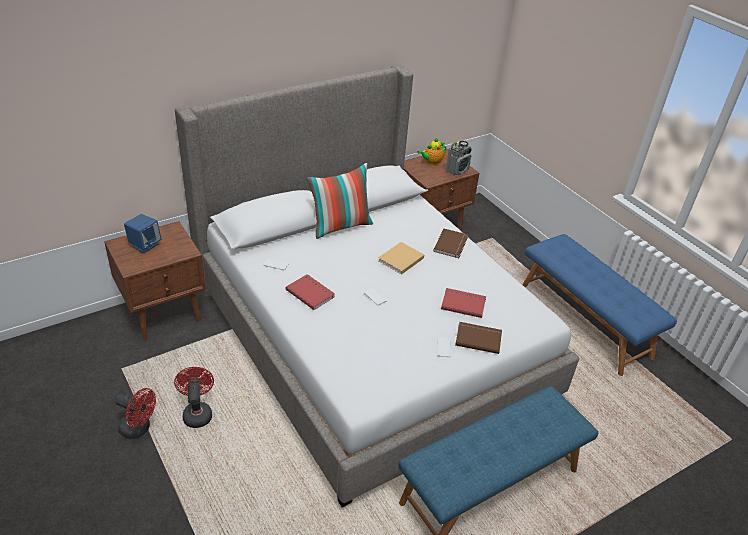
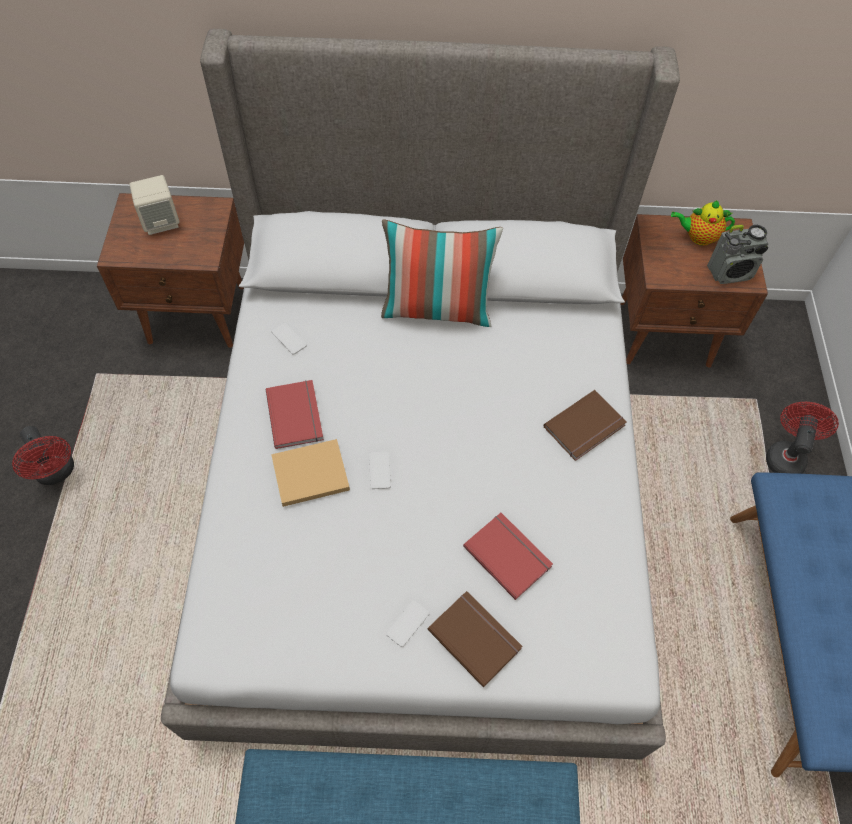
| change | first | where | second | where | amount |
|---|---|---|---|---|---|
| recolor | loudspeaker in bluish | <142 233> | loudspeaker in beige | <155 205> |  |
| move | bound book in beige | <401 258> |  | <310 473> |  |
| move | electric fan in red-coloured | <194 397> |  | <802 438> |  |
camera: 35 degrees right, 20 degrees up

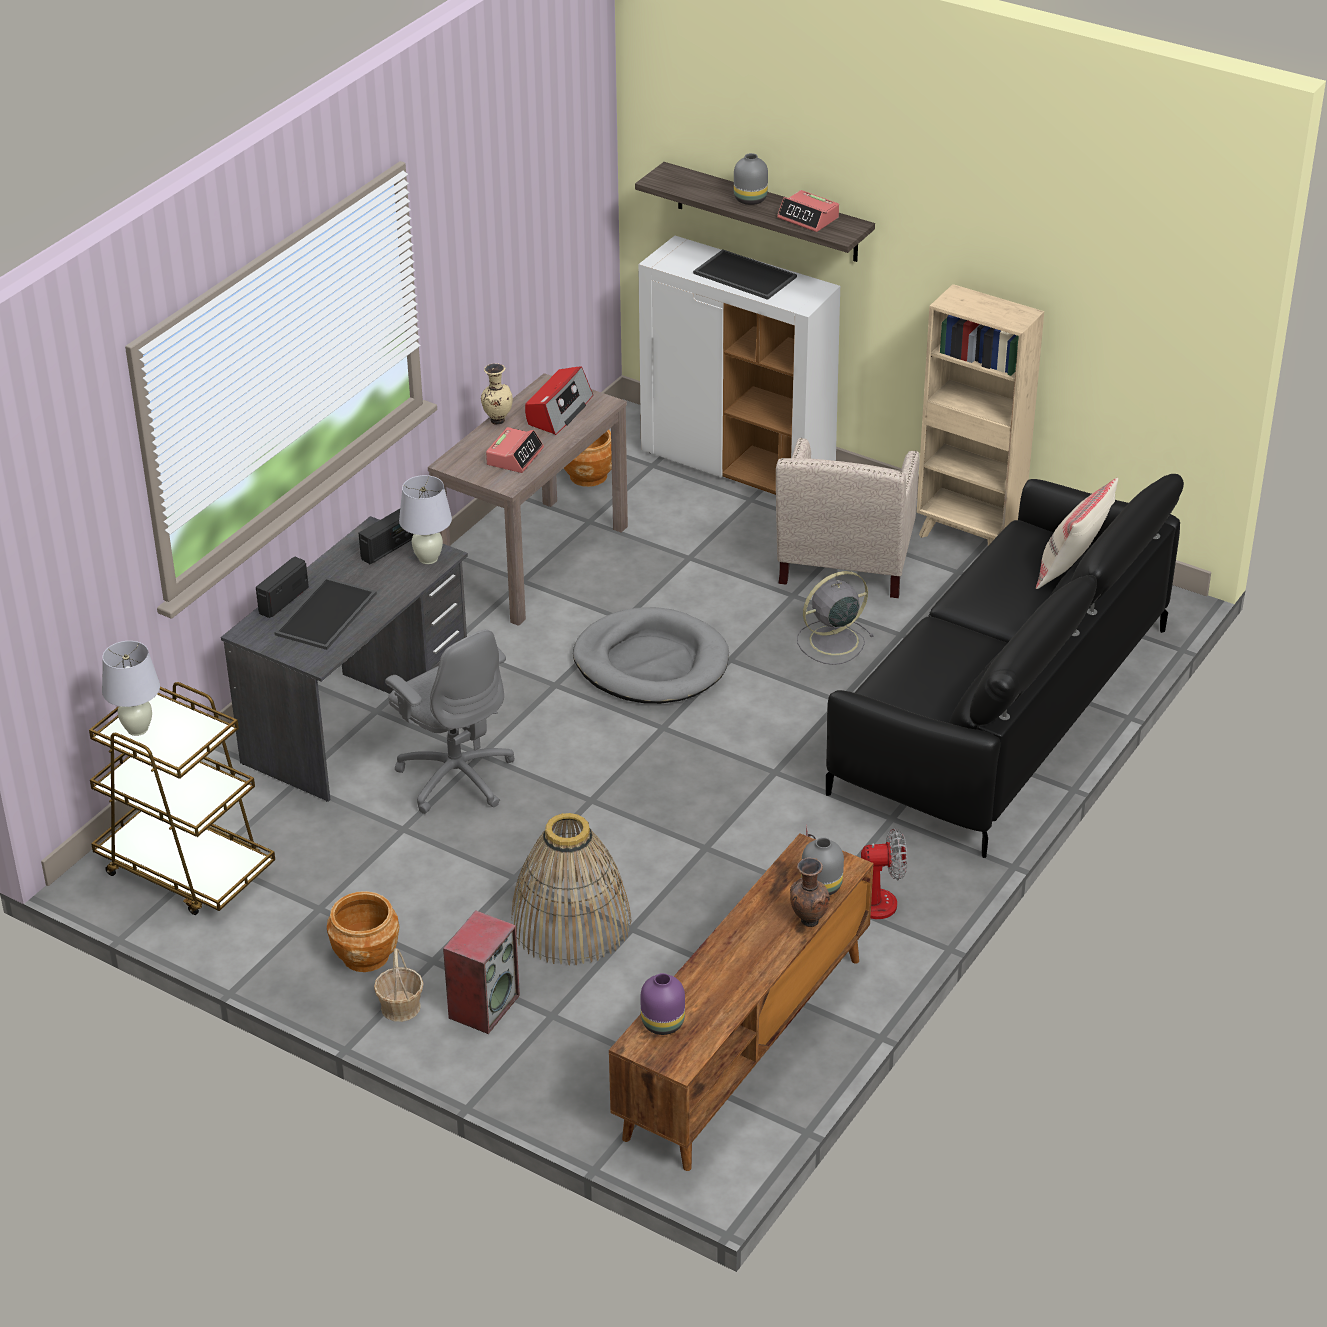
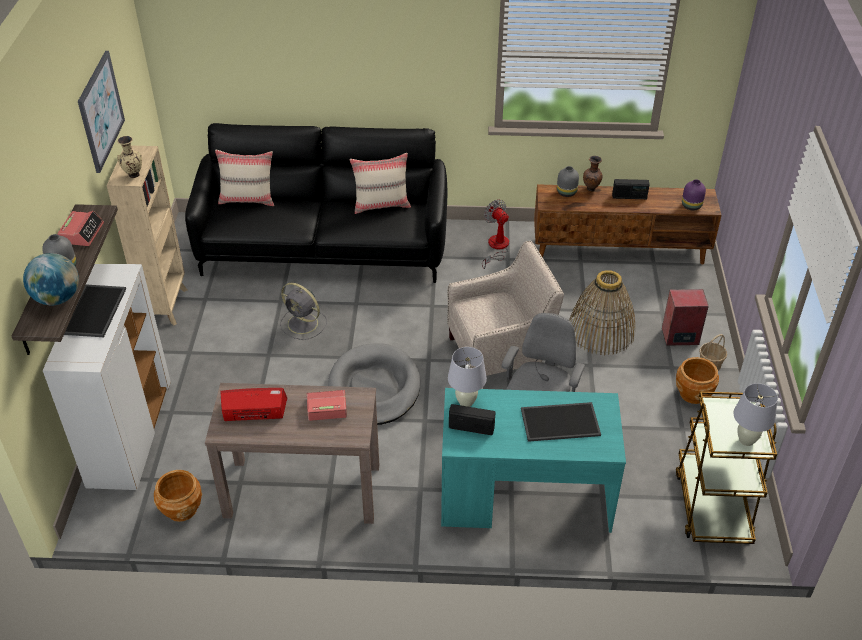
| change | first | where | second | where | amount |
|---|---|---|---|---|---|
| insert |  |  | globe | <51 279> |  |
| insert |  |  | picture | <101 112> |  |
| move | flower vase in beige | <497 394> |  | <129 157> |  |
| insert |  |  | pillow in beige | <380 183> |  |
| recolor | desk in gray | <344 659> | desk in turquoise-coloured | <533 460> |  |
| move | easy chair in beige | <848 518> |  | <505 308> |  |
| move | radio receiver | <282 587> |  | <631 189> |  |
camera: 120 degrees left, 5 degrees up

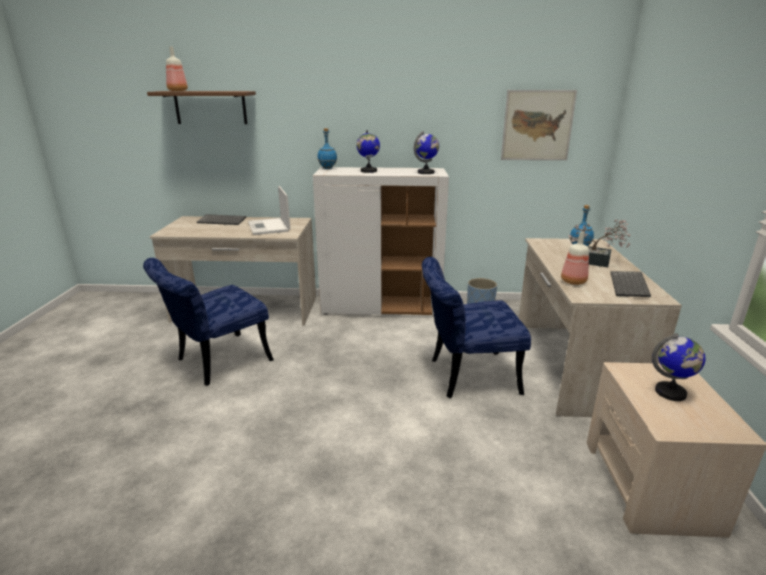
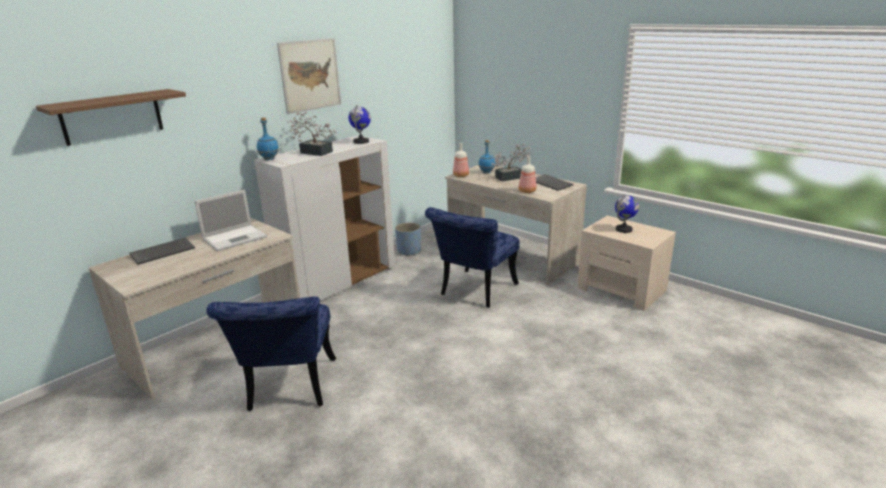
| change | first | where | second | where | amount |
|---|---|---|---|---|---|
| rotate | portable computer | <269 210> |  | <230 220> | 60 degrees counterclockwise |
| move | picture | <539 125> |  | <309 76> |  |
| replace | globe | <368 151> | plant in a pot | <312 134> |  |
| move | bottle | <177 69> |  | <461 160> |  |
camera: 50 degrees left, 0 degrees up

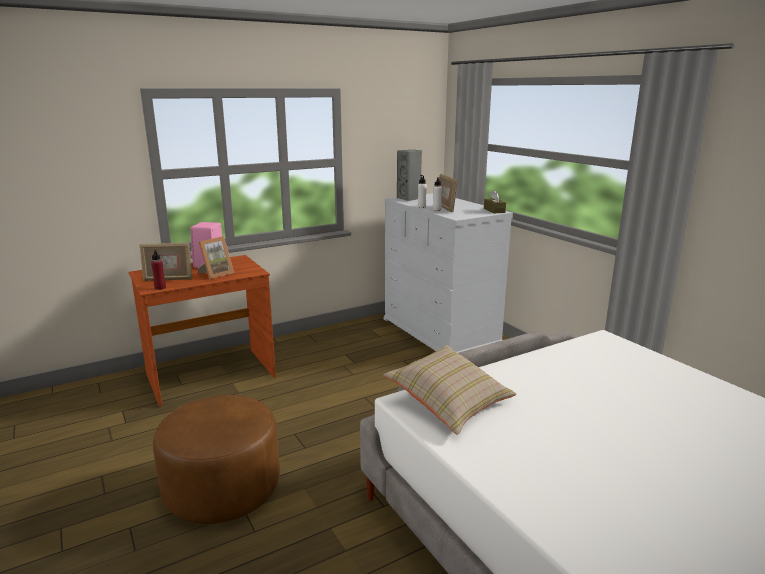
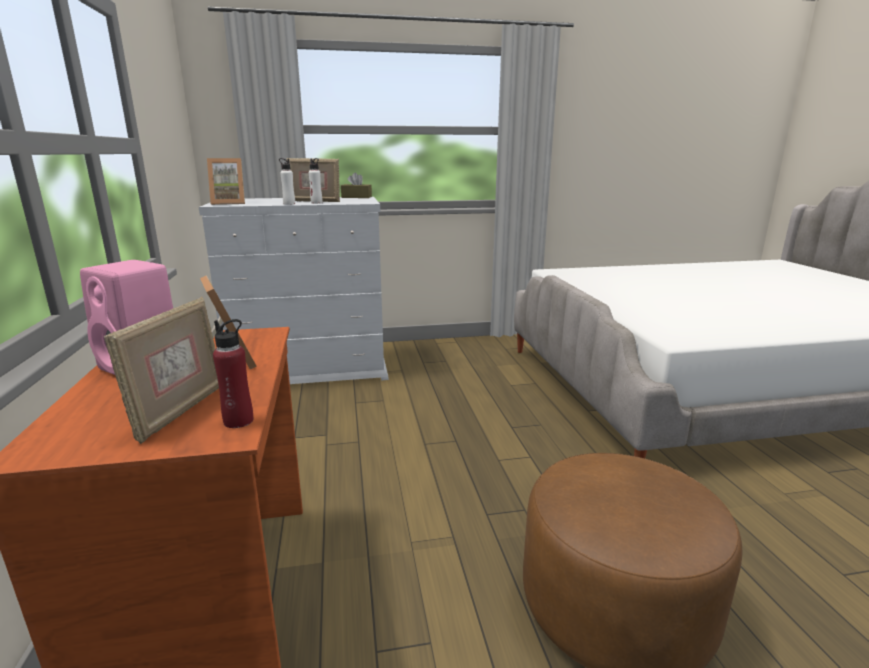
| change | first | where | second | where | amount |
|---|---|---|---|---|---|
| replace | loudspeaker in gray | <409 175> | standing frame | <226 181> |  |
| delete | pillow in beige | <450 390> |  |  |  |
camera: 70 degrees left, 0 degrees up

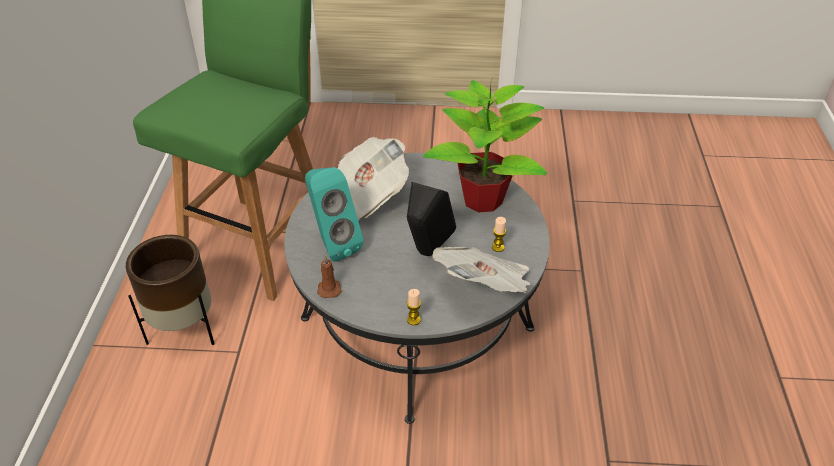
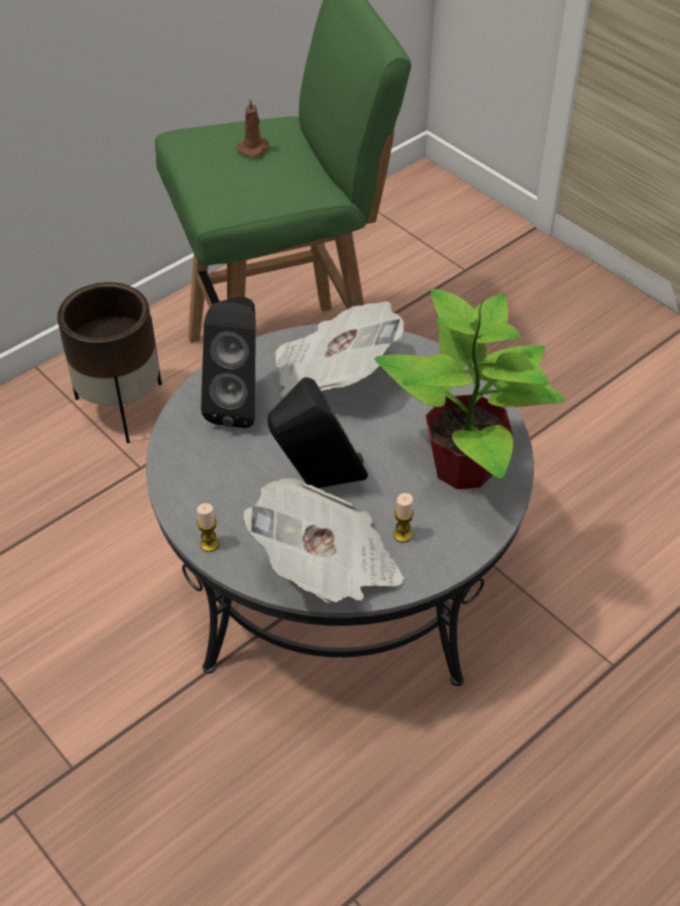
| change | first | where | second | where | amount |
|---|---|---|---|---|---|
| recolor | loudspeaker in turquoise-coloured | <334 214> | loudspeaker in black | <228 362> |  |
| move | wax light in brown | <329 277> |  | <253 127> |  |
camera: 45 degrees right, 5 degrees up

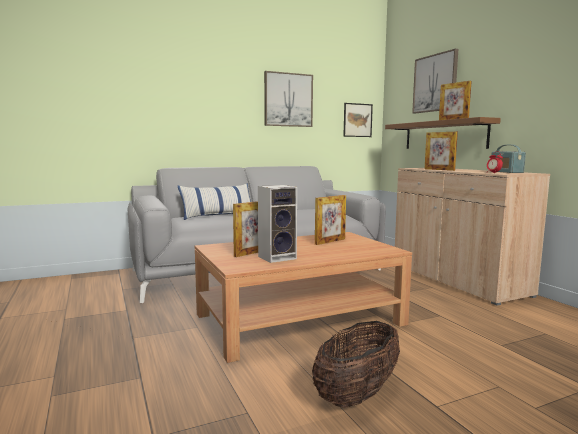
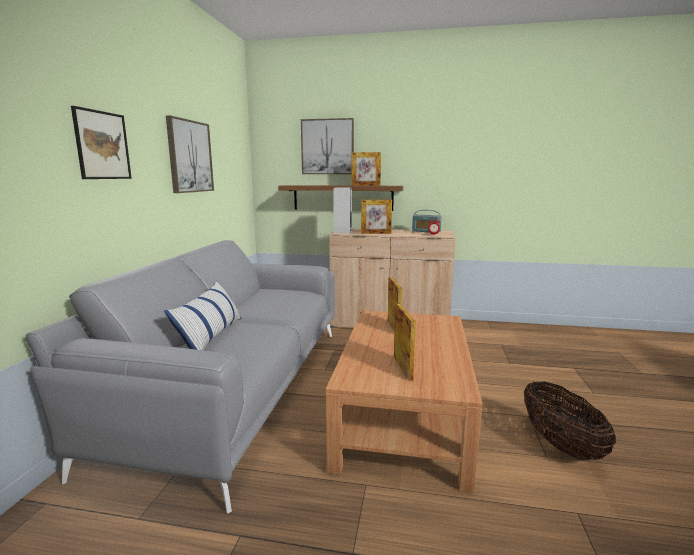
| change | first | where | second | where | amount |
|---|---|---|---|---|---|
| move | picture | <358 120> |  | <101 142> |  |
| move | loudspeaker | <277 224> |  | <342 210> |  |
camera: 55 degrees left, 5 degrees up

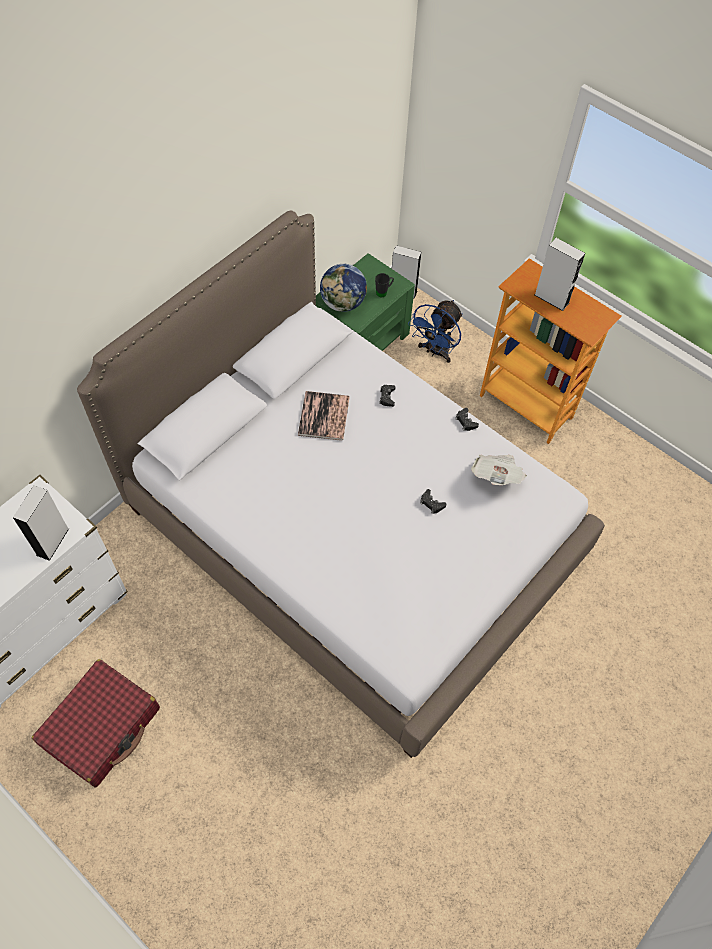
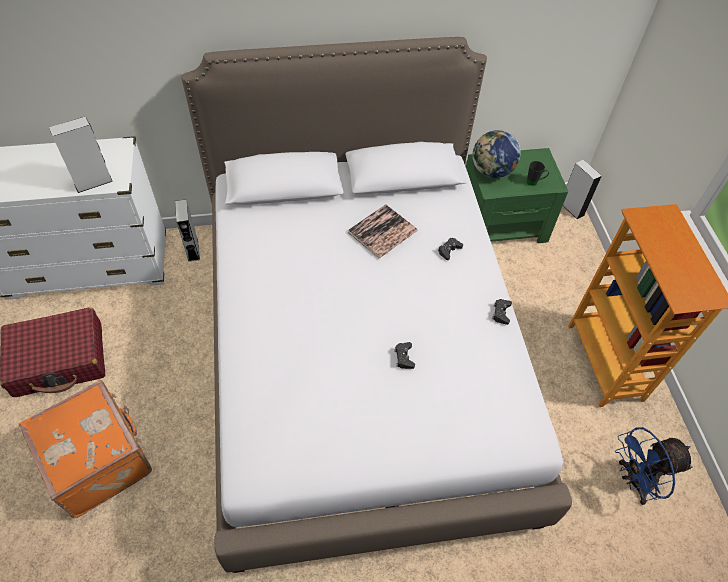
| change | first | where | second | where | amount |
|---|---|---|---|---|---|
| insert |  |  | travel case in orange-coloured | <85 449> |  |
| move | loudspeaker in gray | <559 274> |  | <187 230> |  |
| move | electric fan in bluish | <435 331> |  | <653 466> |  |
| delete | daily paper | <499 470> |  |  |  |
camera: 40 degrees right, 5 degrees down

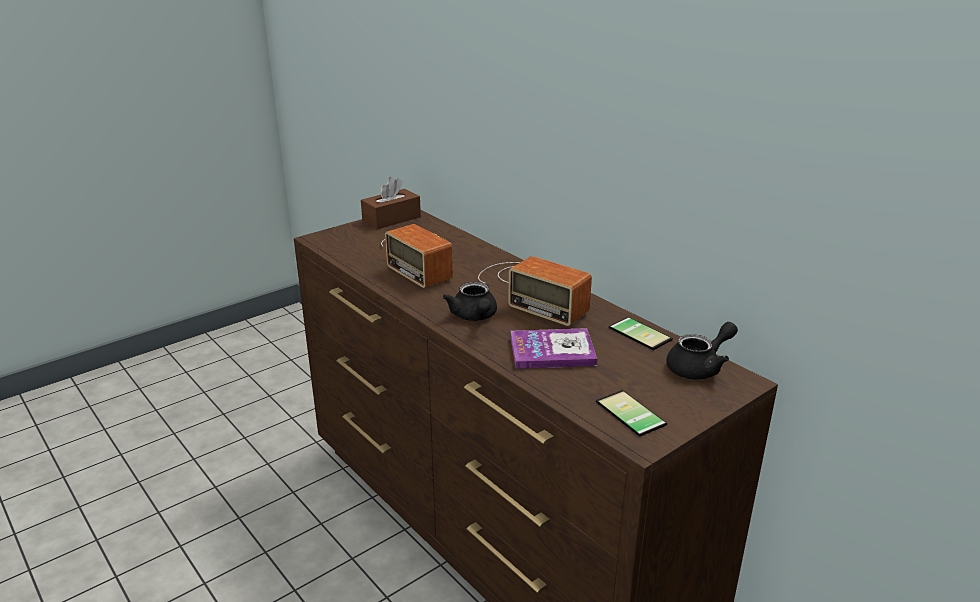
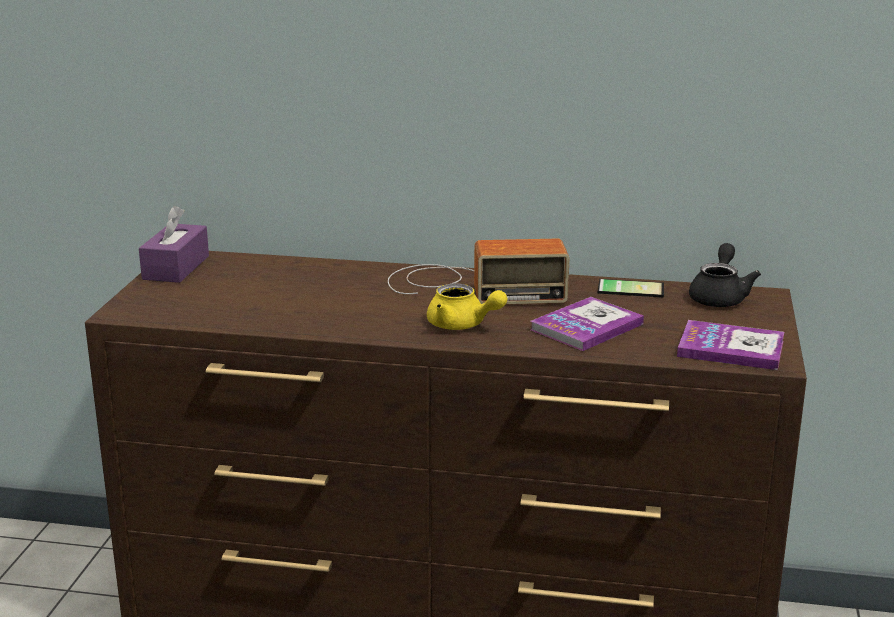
| change | first | where | second | where | amount |
|---|---|---|---|---|---|
| recolor | box of tissues in brown | <391 203> | box of tissues in purple-coloured | <174 244> |  |
| recolor | pot for tea in black | <470 301> | pot for tea in yellow-coloured | <467 306> |  |
| replace | handset | <631 413> | bound book | <730 345> |  |
| delete | radio receiver | <417 256> |  |  |  |
camera: 40 degrees left, 5 degrees down

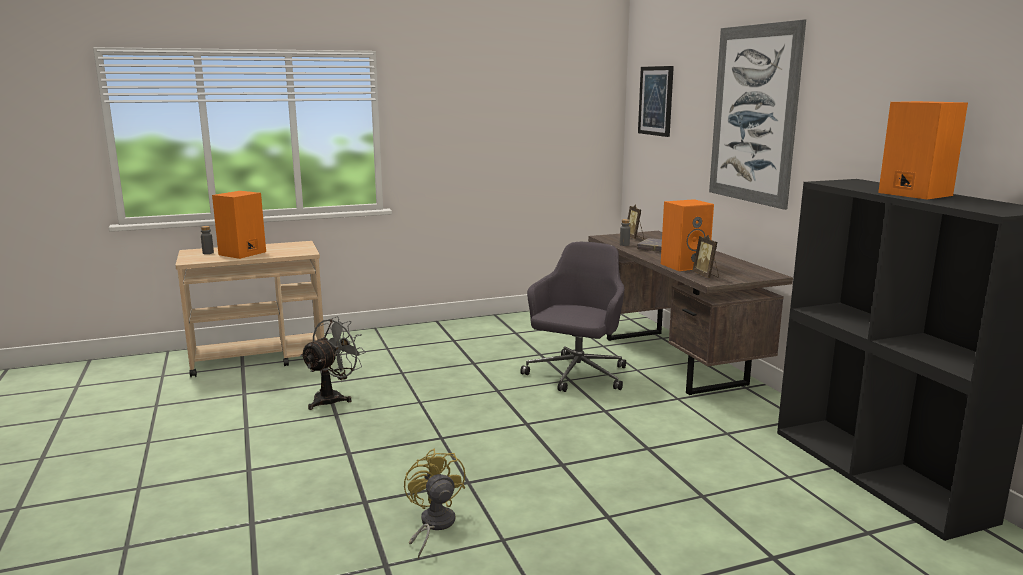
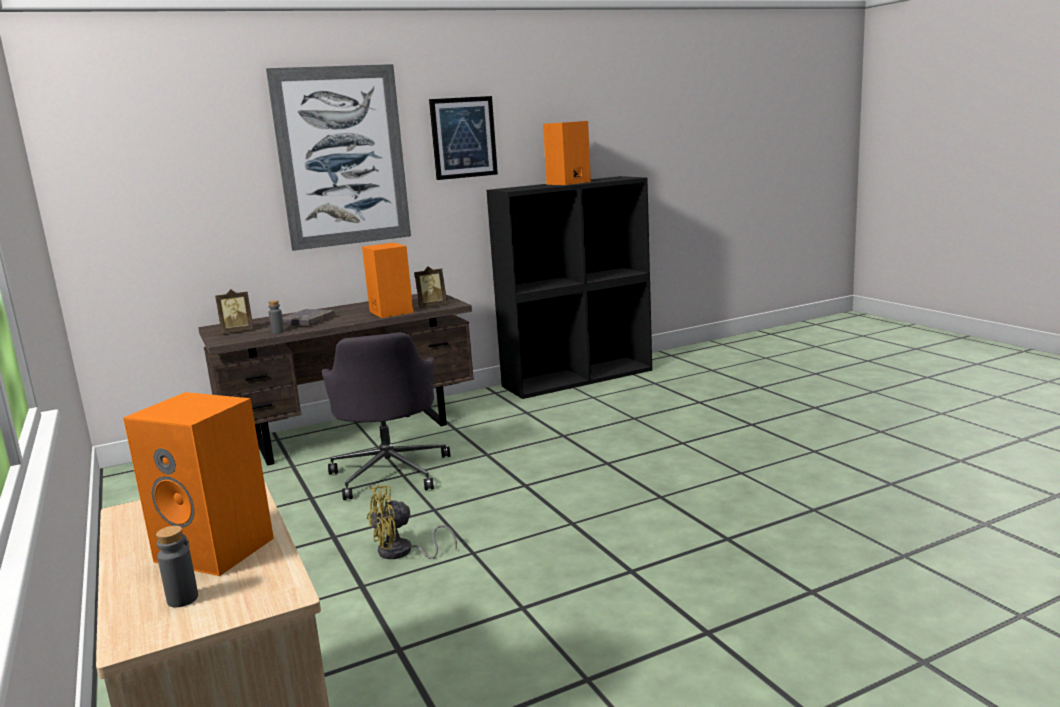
| change | first | where | second | where | amount |
|---|---|---|---|---|---|
| rotate | desk chair in gray | <573 317> |  | <386 416> | 120 degrees counterclockwise |
| move | electric fan in yellow-coloured | <434 504> |  | <412 522> |  |
| move | picture | <656 101> |  | <463 138> |  |
| delete | electric fan in gray | <333 363> |  |  |  |
camera: 95 degrees left, 0 degrees up

